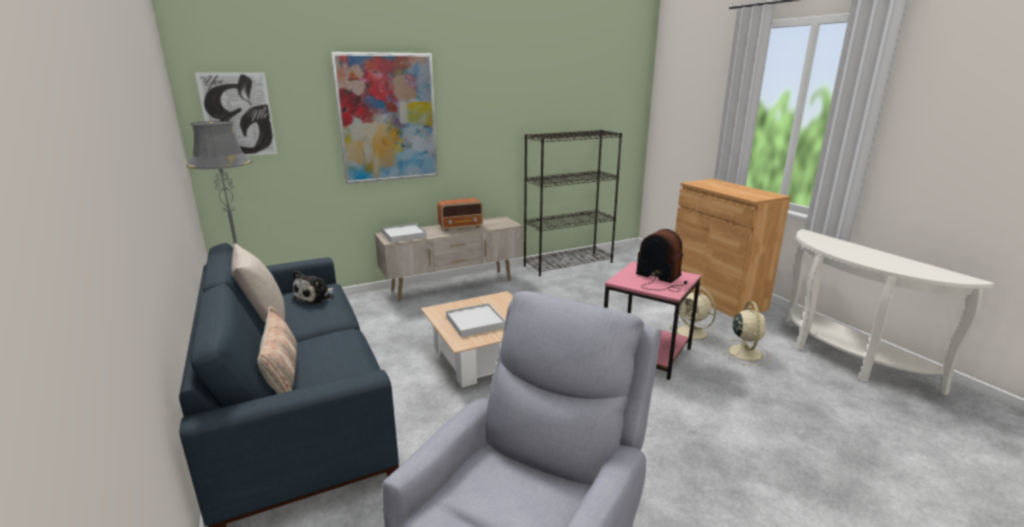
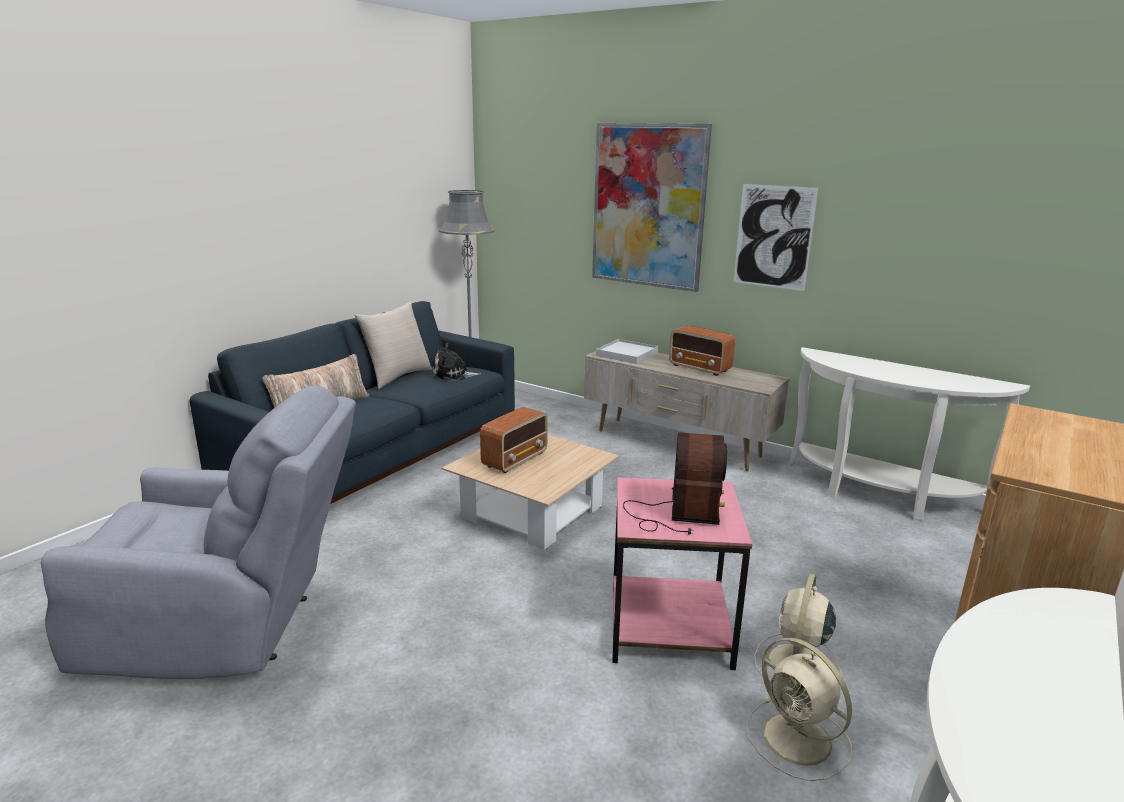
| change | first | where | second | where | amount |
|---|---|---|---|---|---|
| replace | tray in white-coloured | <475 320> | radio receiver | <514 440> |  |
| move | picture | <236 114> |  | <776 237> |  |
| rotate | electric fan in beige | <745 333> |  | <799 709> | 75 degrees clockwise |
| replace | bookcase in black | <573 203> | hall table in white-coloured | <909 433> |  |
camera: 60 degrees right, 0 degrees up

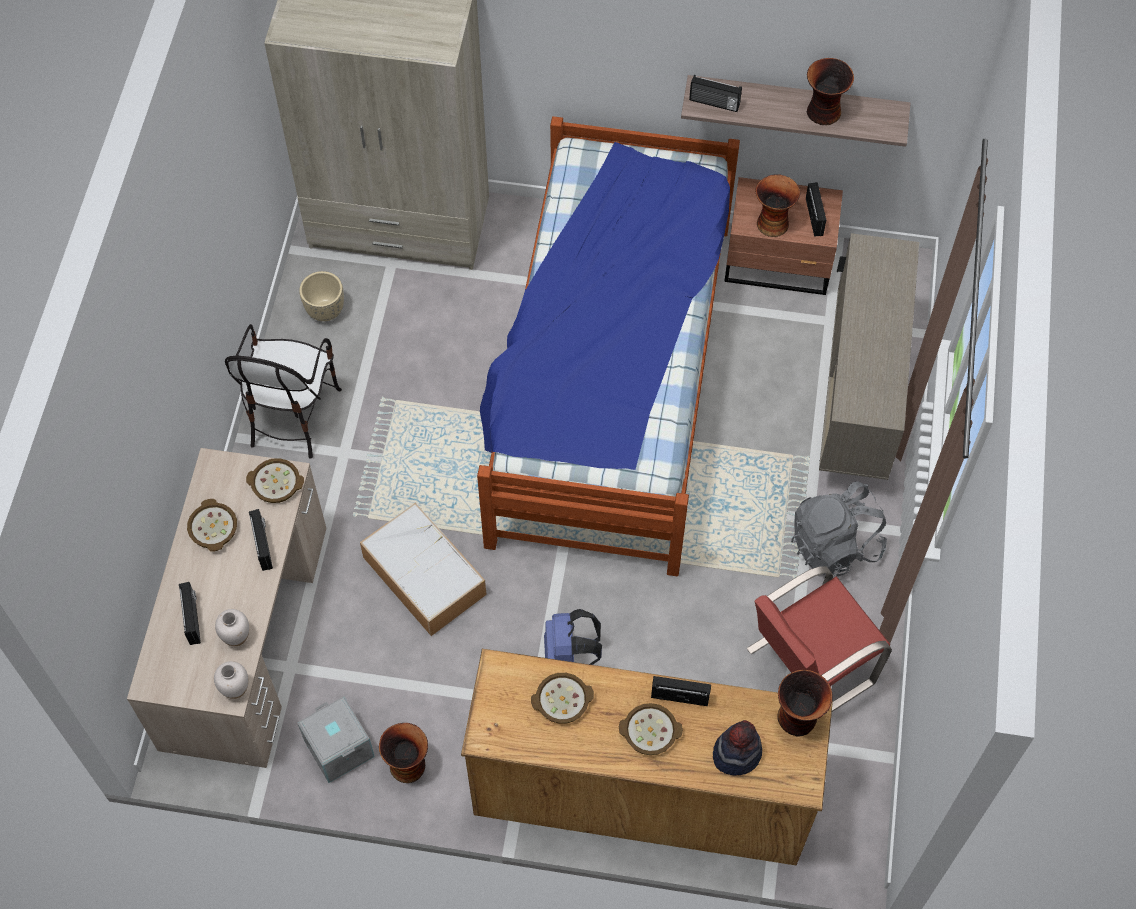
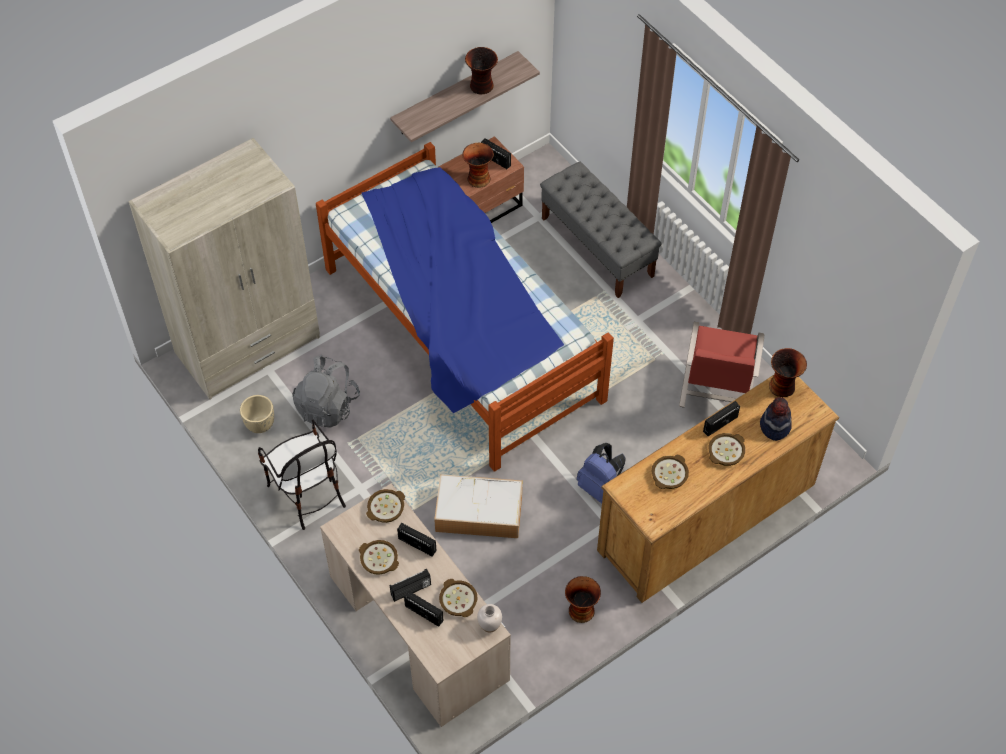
| change | first | where | second | where | amount |
|---|---|---|---|---|---|
| move | backpack in gray | <839 529> |  | <326 391> |  |
| move | radio receiver | <715 93> |  | <410 585> |  |
| replace | flower vase in white-coloured | <232 627> | serving bowl | <458 598> |  |
| replace | cupboard in beige | <869 356> | indoor bench in gray | <600 229> |  |
| delete | storage box in gray | <336 739> |  |  |  |
camera: 45 degrees left, 5 degrees down

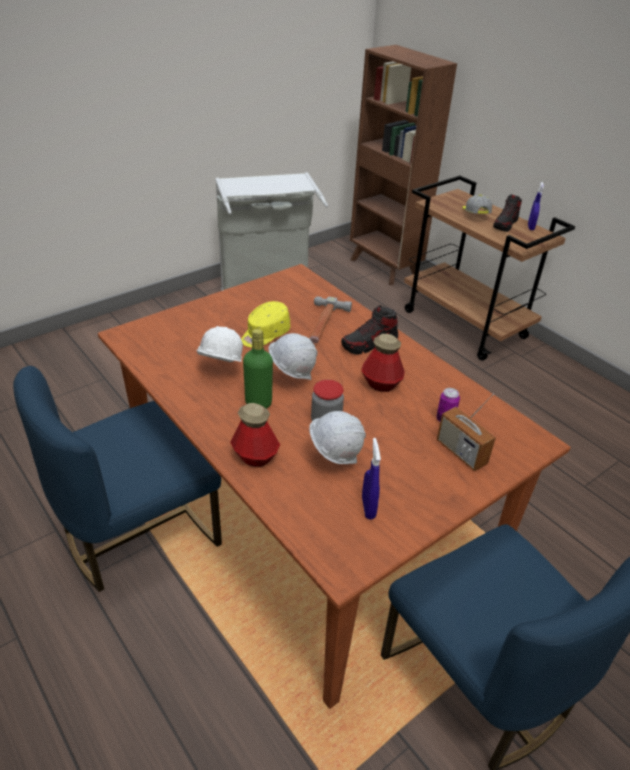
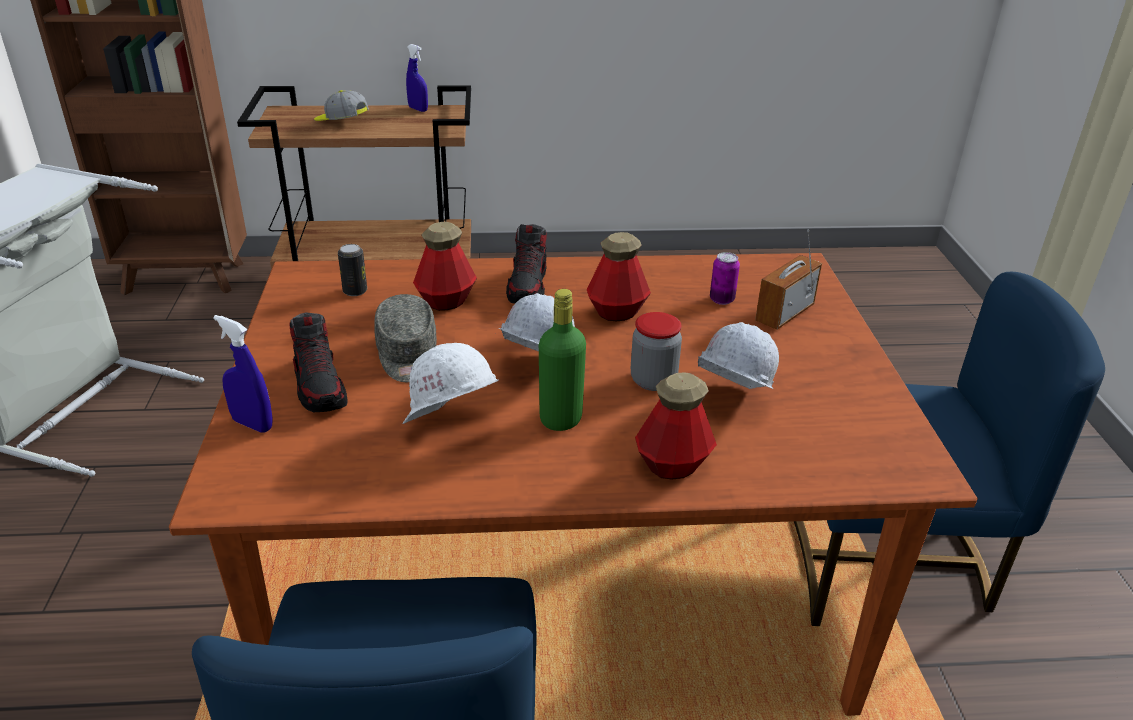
| change | first | where | second | where | amount |
|---|---|---|---|---|---|
| move | hand sprayer in bluish | <371 479> |  | <243 373> |  |
| move | low shoe | <507 213> |  | <318 362> |  |
| insert |  |  | metal can | <352 270> |  |
| recolor | baseball cap in yellow-coloured | <265 324> | baseball cap in gray | <405 338> |  |
| replace | hammer | <330 319> | bottle | <445 266> |  |
| rotate | radio receiver | <466 432> |  | <788 279> | 135 degrees clockwise |
camera: 55 degrees left, 5 degrees down

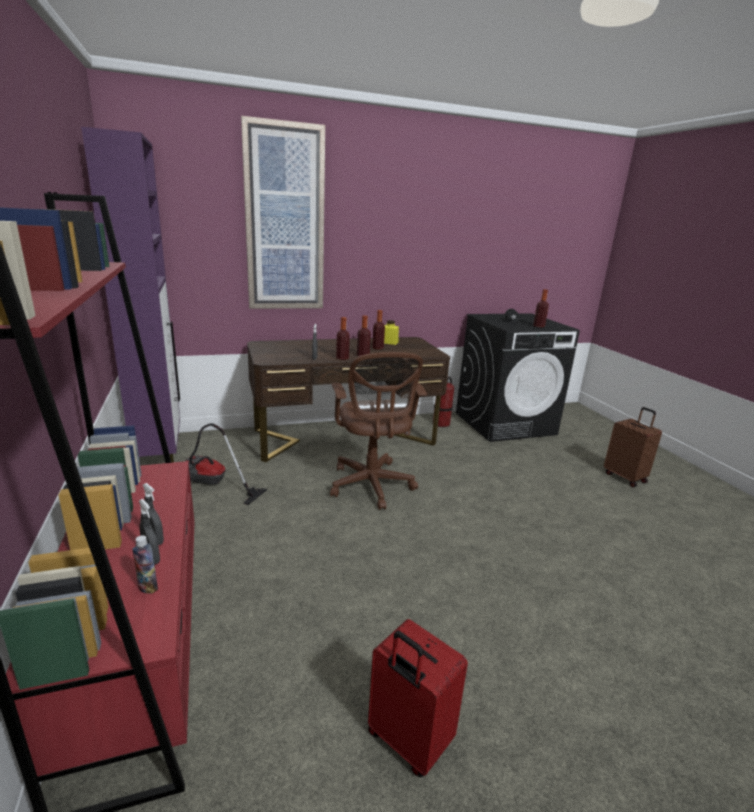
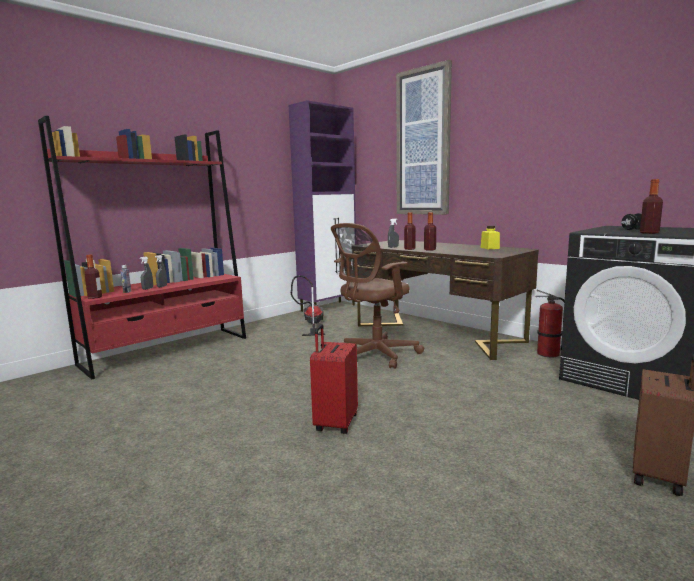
| change | first | where | second | where | amount |
|---|---|---|---|---|---|
| move | bottle | <378 330> |  | <93 276> |  |
| move | travel case in red-coloured | <418 698> |  | <334 379> |  |
camera: 65 degrees right, 10 degrees down

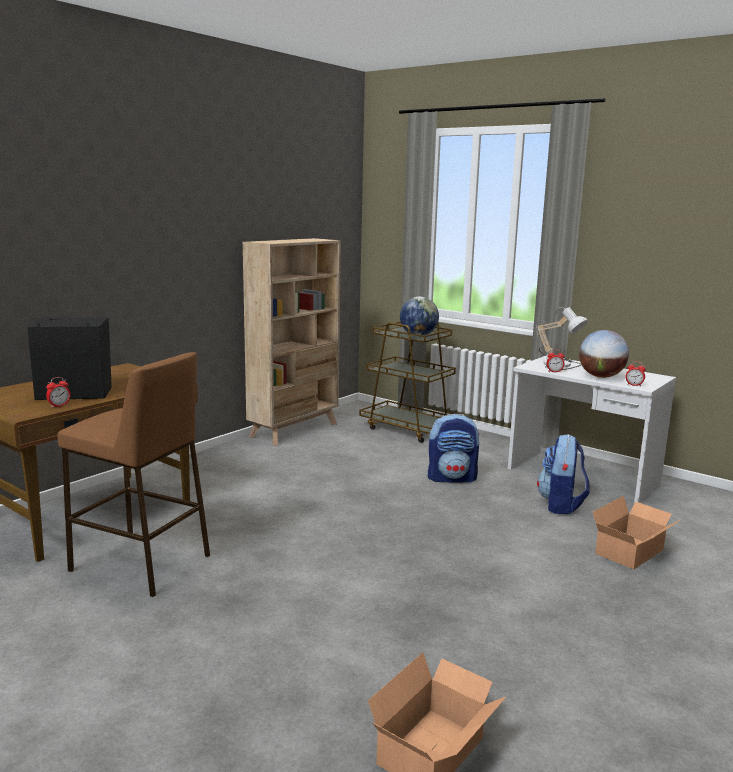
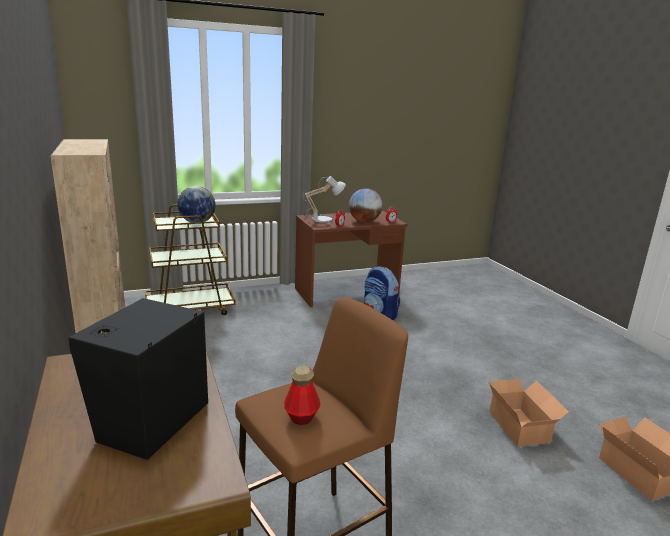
| change | first | where | second | where | amount |
|---|---|---|---|---|---|
| insert |  |  | bottle | <302 395> |  |
| recolor | desk in white-coloured | <592 430> | desk in brown | <351 259> |  |
| move | packing box | <637 532> |  | <529 412> |  |
| delete | table clock | <58 392> |  |  |  |
| delete | backpack | <454 448> |  |  |  |
camera: 60 degrees left, 5 degrees up

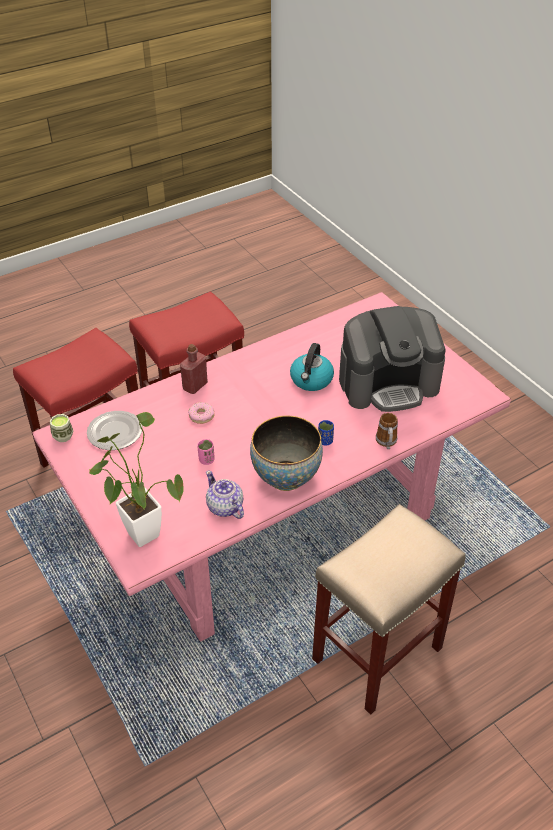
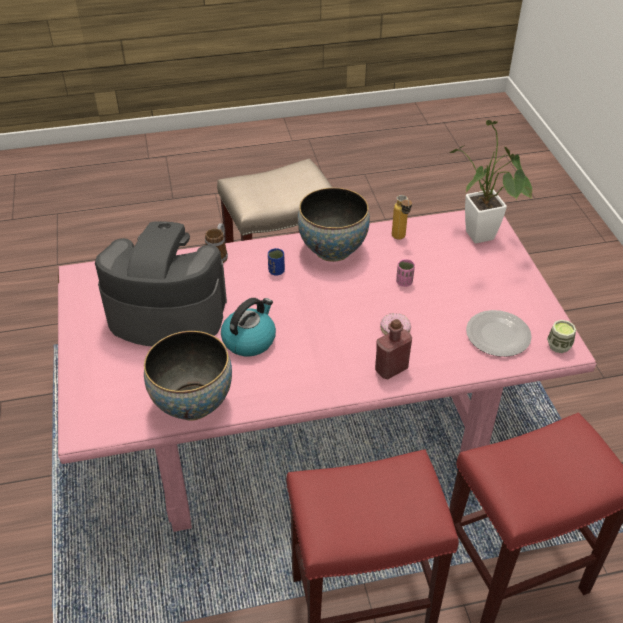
| change | first | where | second | where | amount |
|---|---|---|---|---|---|
| insert |  |  | serving bowl | <188 376> |  |
| replace | pot for tea | <225 495> | bottle | <402 217> |  |
camera: 160 degrees left, 0 degrees up

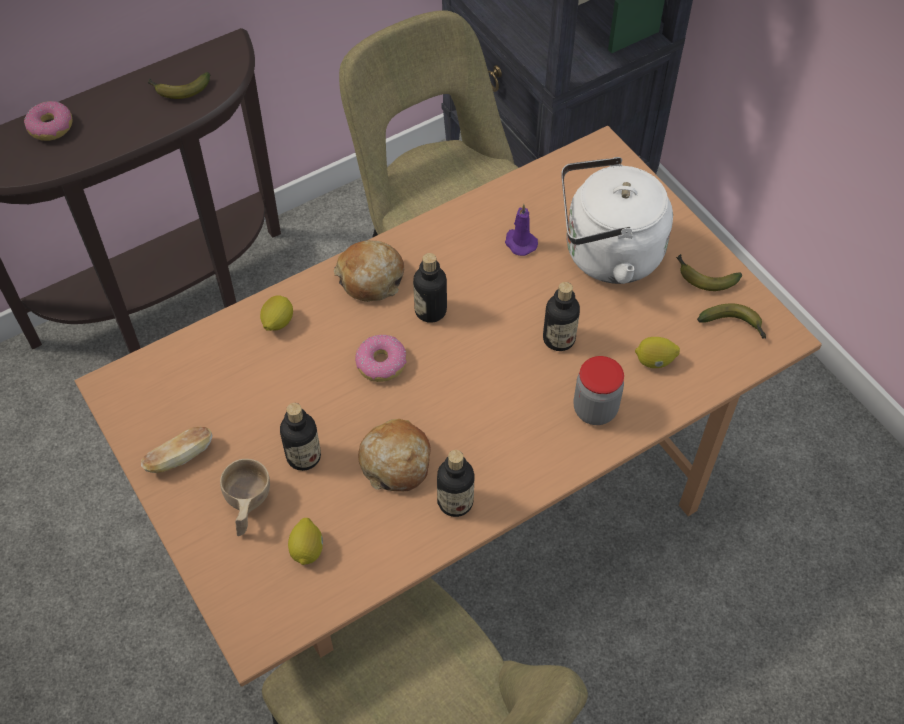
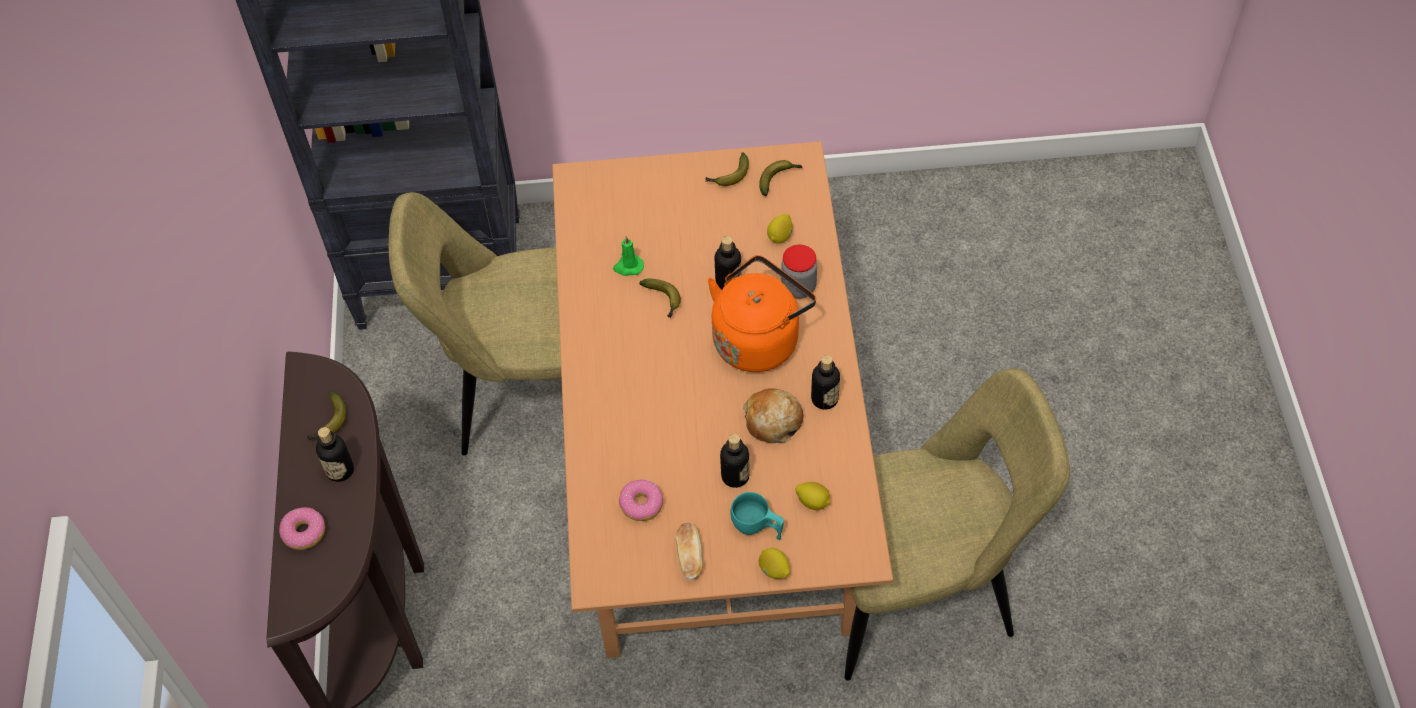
| change | first | where | second | where | amount |
|---|---|---|---|---|---|
| move | bottle | <430 288> |  | <335 454> |  |
| recolor | wax light in purple-coloured | <521 230> | wax light in green | <628 256> |  |
| move | doughnut | <381 358> |  | <641 500> |  |
| insert |  |  | banana fruit | <660 298> |  |
| insert |  |  | kettle in orange-coloured | <762 313> |  |
| recolor | small cup in beige | <245 497> | small cup in turquoise-coloured | <757 516> |  |
| move | whole lemon | <276 313> |  | <774 563> |  |
| delete | bakery bread | <369 271> |  |  |  |
| delete | kettle in white-coloured | <617 220> |  |  |  |
camera: 60 degrees left, 0 degrees up

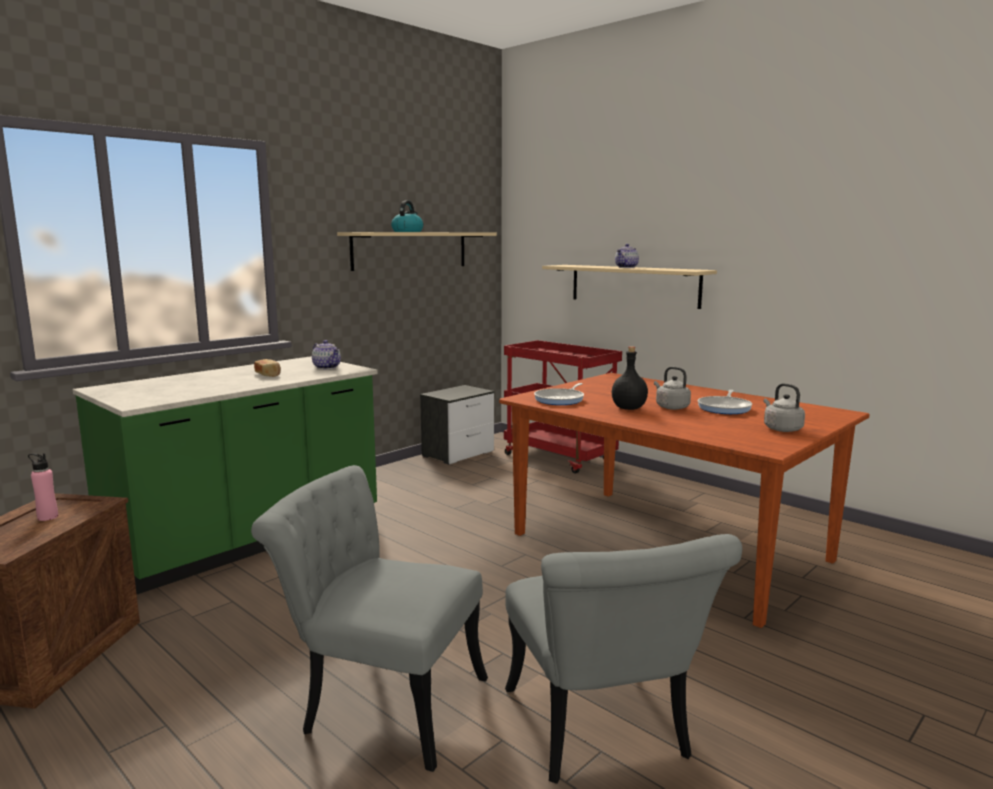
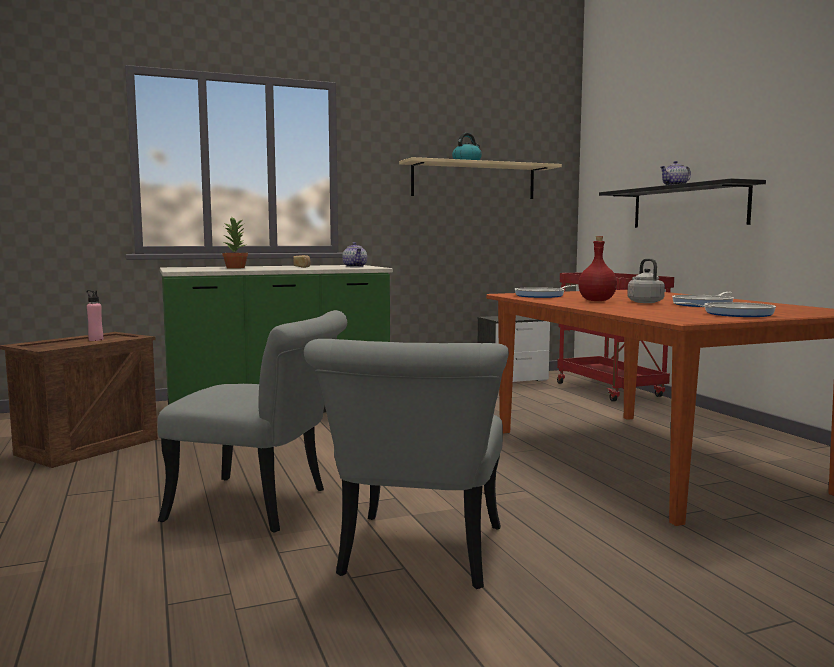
| change | first | where | second | where | amount |
|---|---|---|---|---|---|
| rotate | plain chair in gray | <369 618> |  | <252 421> | 150 degrees clockwise |
| insert |  |  | plant in a pot | <235 243> |  |
| recolor | bottle in black | <630 378> | bottle in red-coloured | <597 268> |  |
| recolor | wall shelf in beige | <629 287> | wall shelf in black | <682 203> |  |
| replace | kettle in gray | <784 407> | frying pan | <725 309> |  |
camera: 25 degrees right, 5 degrees down

